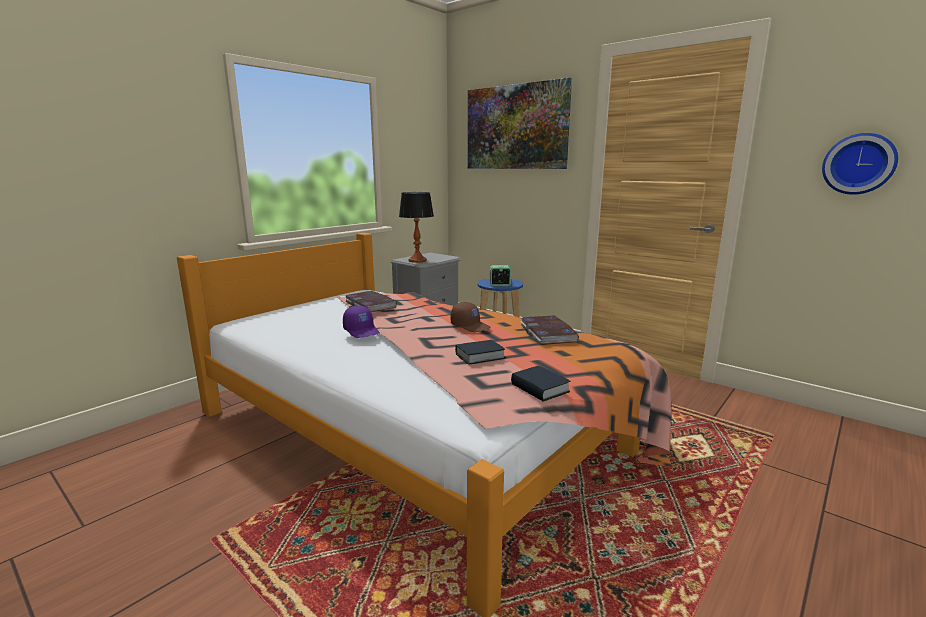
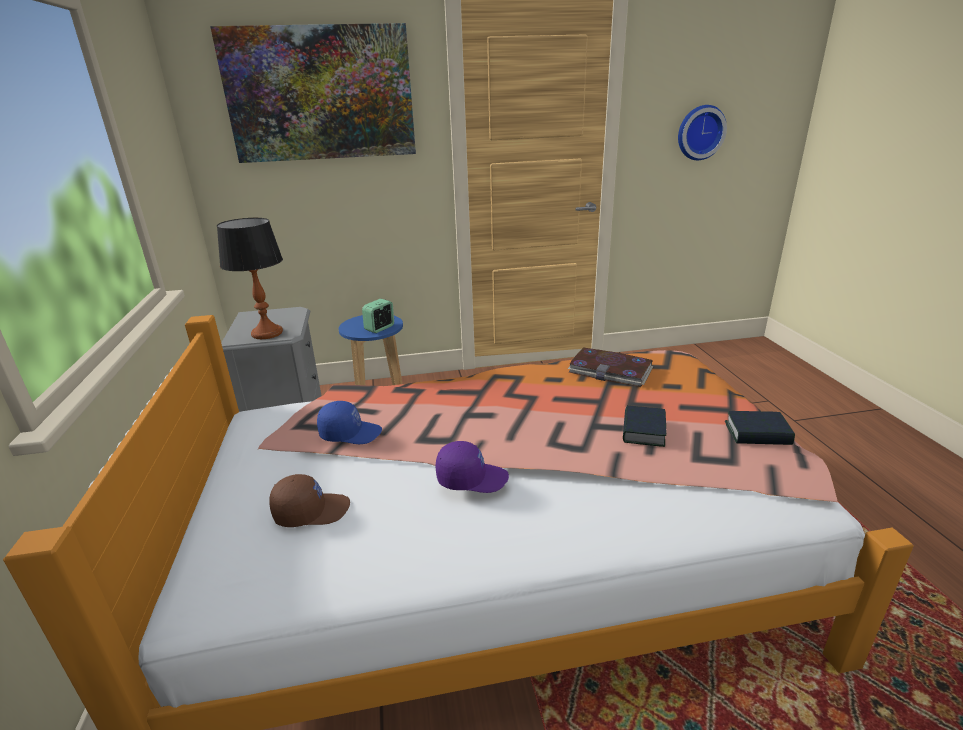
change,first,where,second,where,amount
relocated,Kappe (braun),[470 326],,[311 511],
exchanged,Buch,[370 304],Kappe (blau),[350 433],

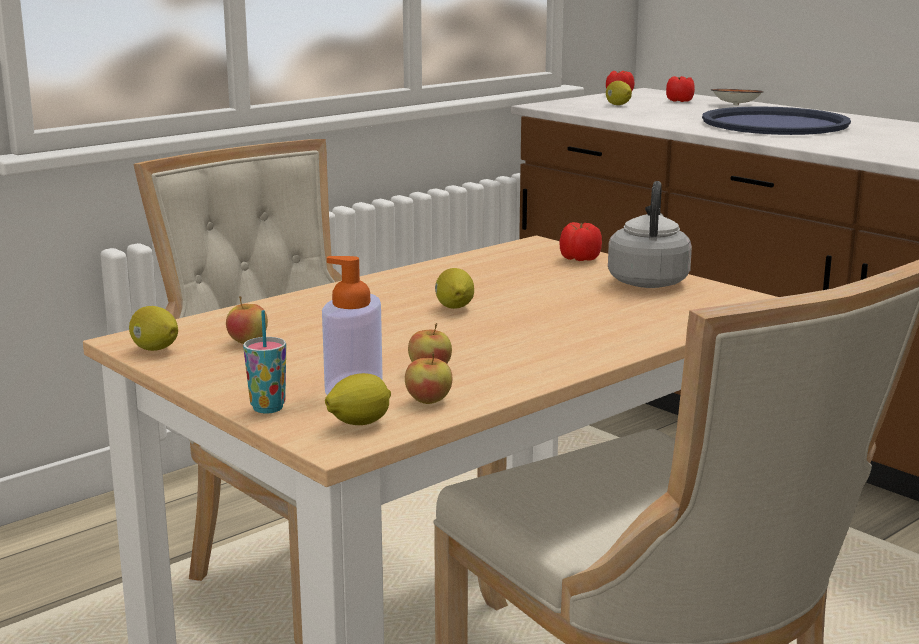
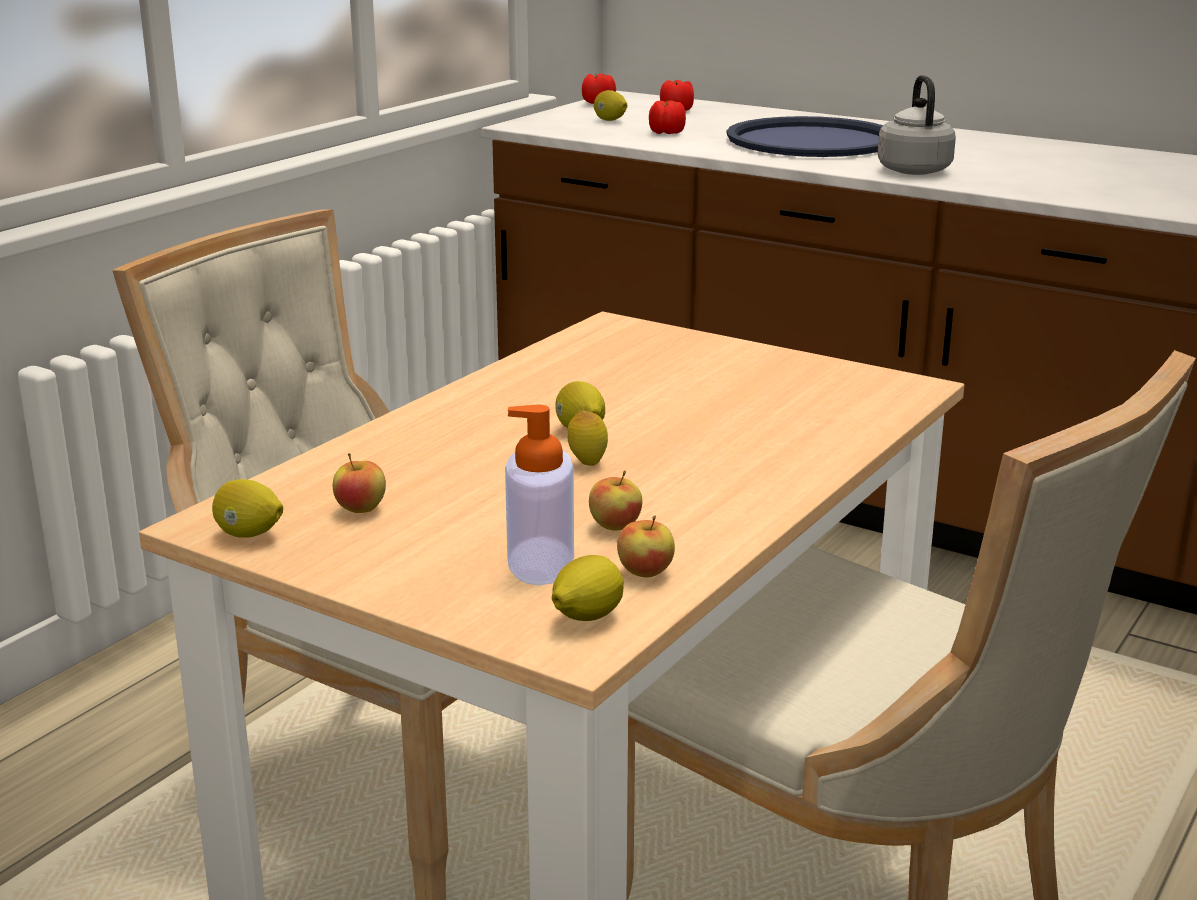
change,first,where,second,where,amount
appeared,,,Zitrone,[587 463],
relocated,Tomate,[580 259],,[667 133],
relocated,Wasserkessel (grau),[648 281],,[913 169],
missing,Tasse,[268 408],,,
missing,Schüssel,[736 105],,,

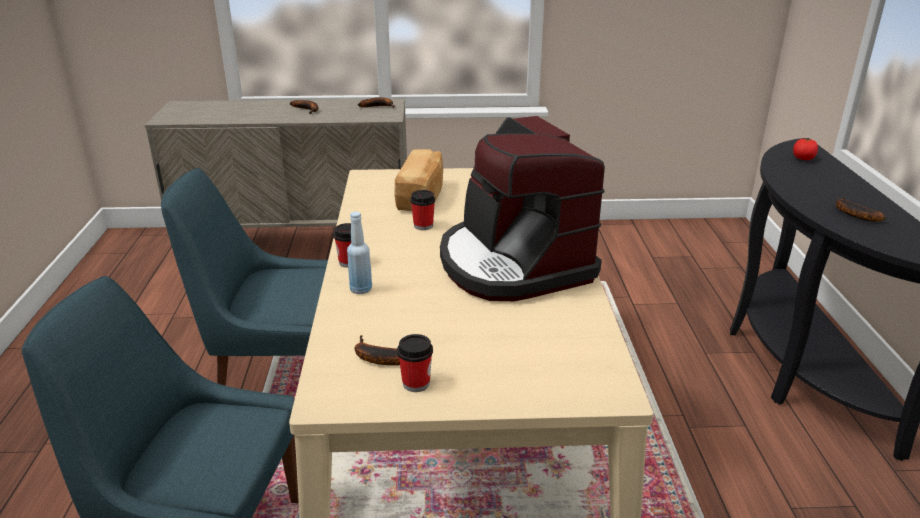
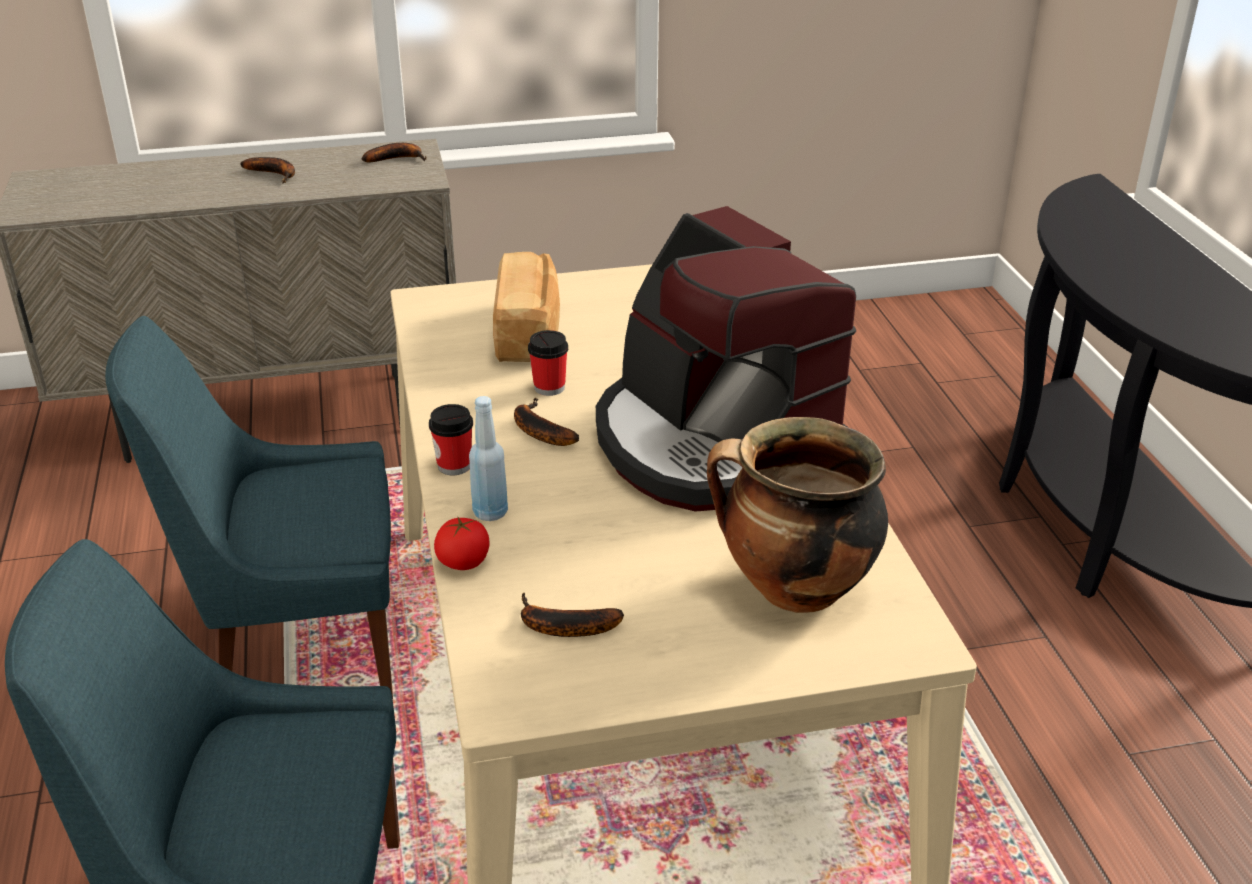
change,first,where,second,where,amount
relocated,Tomate,[803 158],,[463 562],
relocated,Banane,[852 213],,[538 430],
appeared,,,Kochtopf,[793 590],
missing,Tasse,[416 383],,,

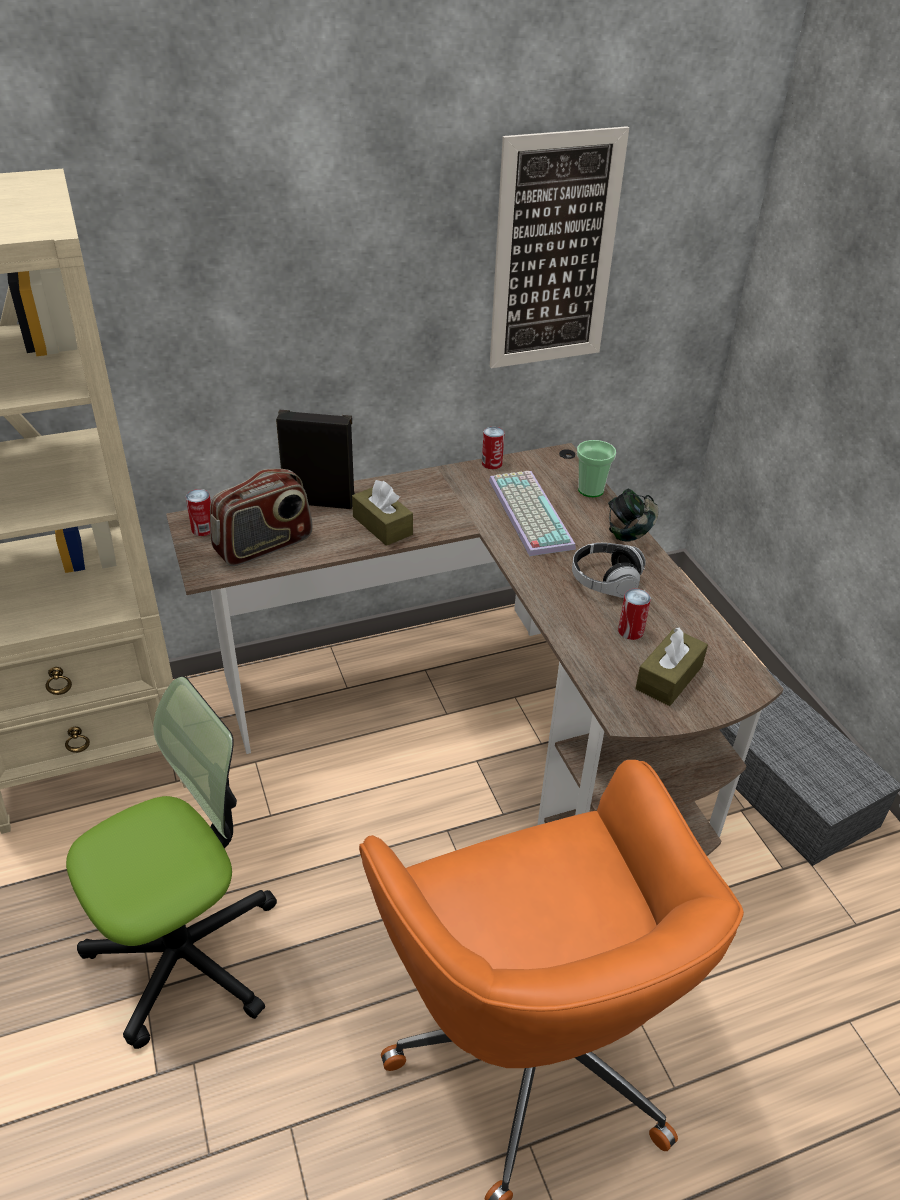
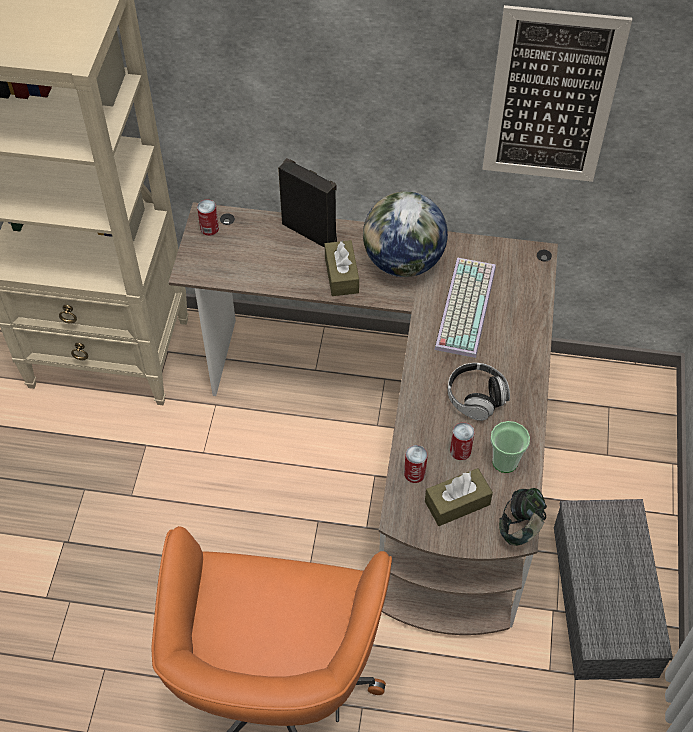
change,first,where,second,where,amount
appeared,,,Globus,[403 262],
relocated,Dose,[492 463],,[414 473],
relocated,Tasse,[591 490],,[505 461],
relocated,Kopfhörer,[629 533],,[521 527],
missing,Bürostuhl,[186 954],,,
missing,Radio,[264 546],,,

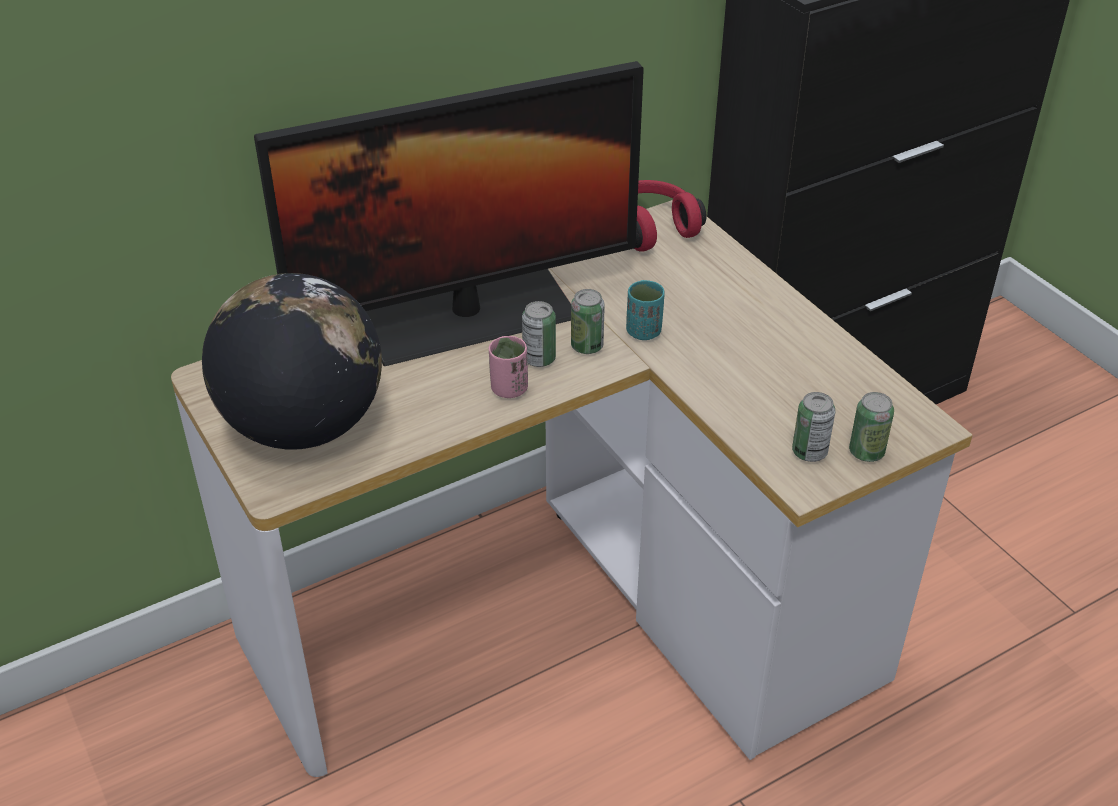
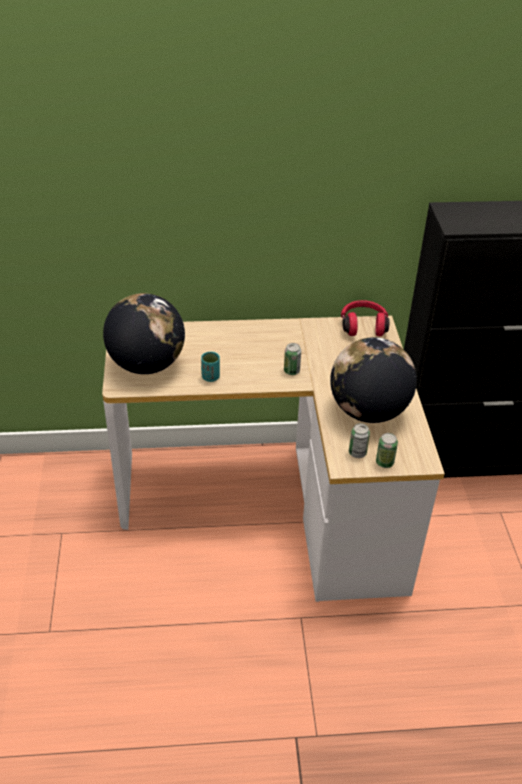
change,first,where,second,where,amount
relocated,Tasse (türkis),[643 332],,[210 377],
appeared,,,Globus,[368 411],
missing,Monitor,[468 315],,,
missing,Tasse (rosa),[509 389],,,
missing,Dose,[539 359],,,

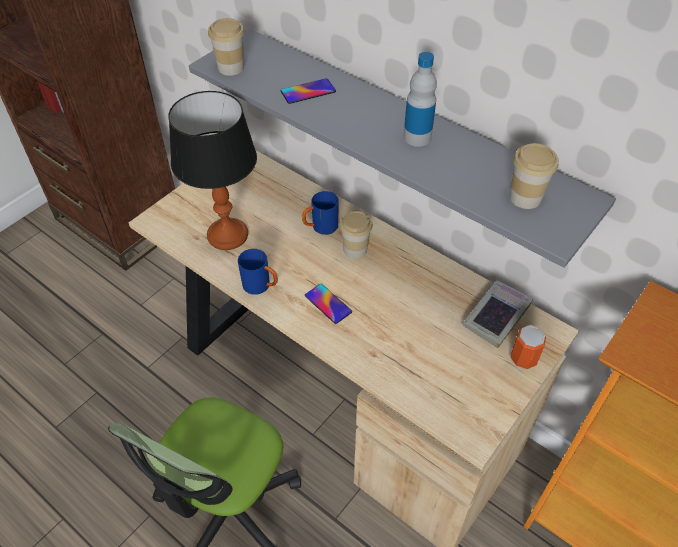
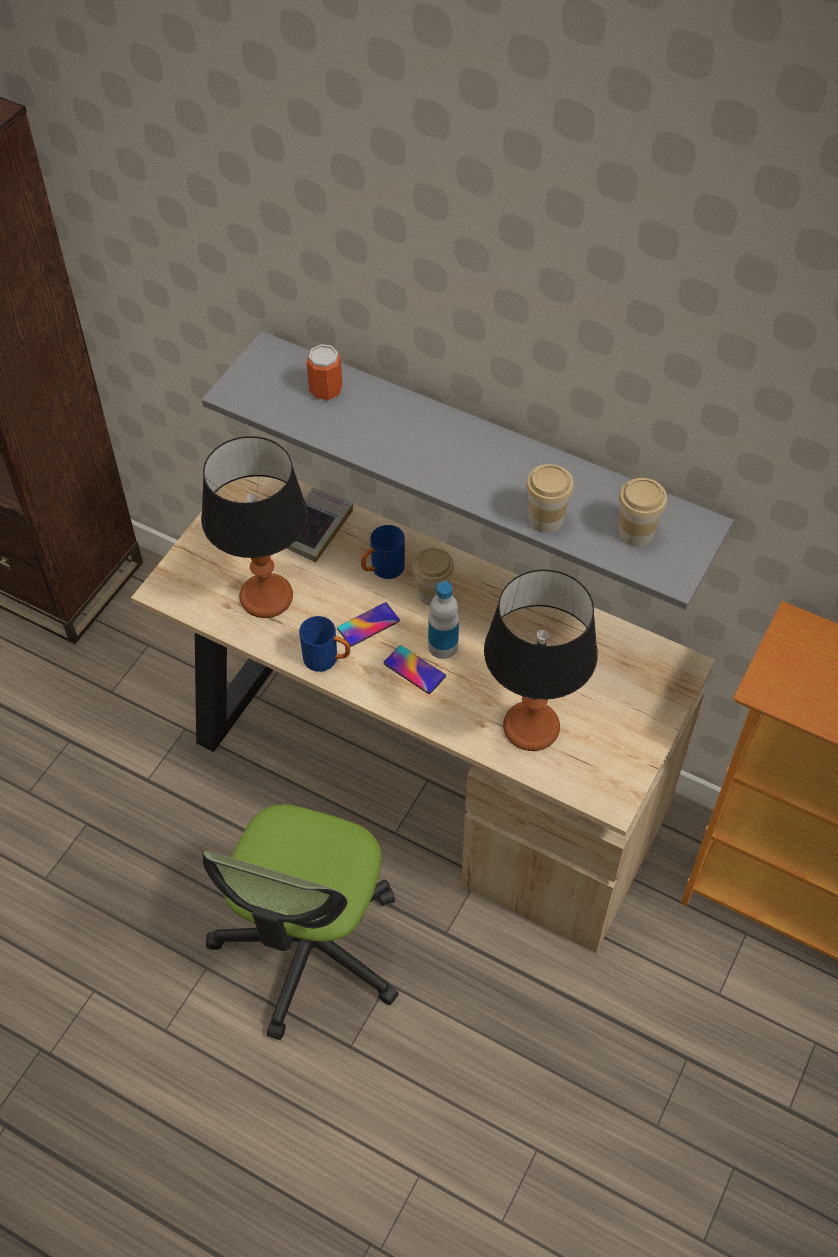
change,first,where,second,where,amount
relocated,Buch,[496 316],,[314 528],
relocated,Dose,[523 358],,[325 390],
relocated,Handy,[308 91],,[368 624],
relocated,Flasche,[417 137],,[443 646],
appeared,,,Tischlampe,[531 726],
relocated,Tasse,[231 68],,[546 519],

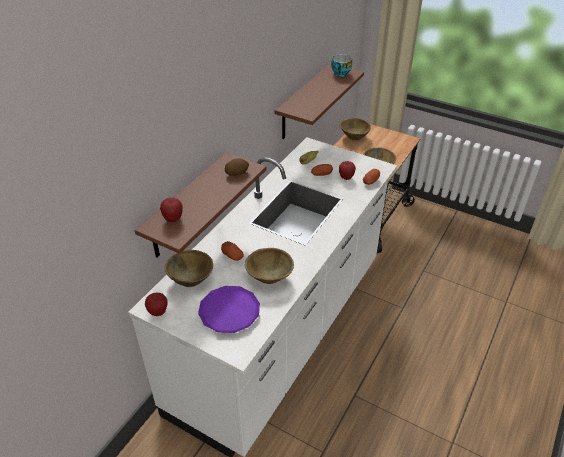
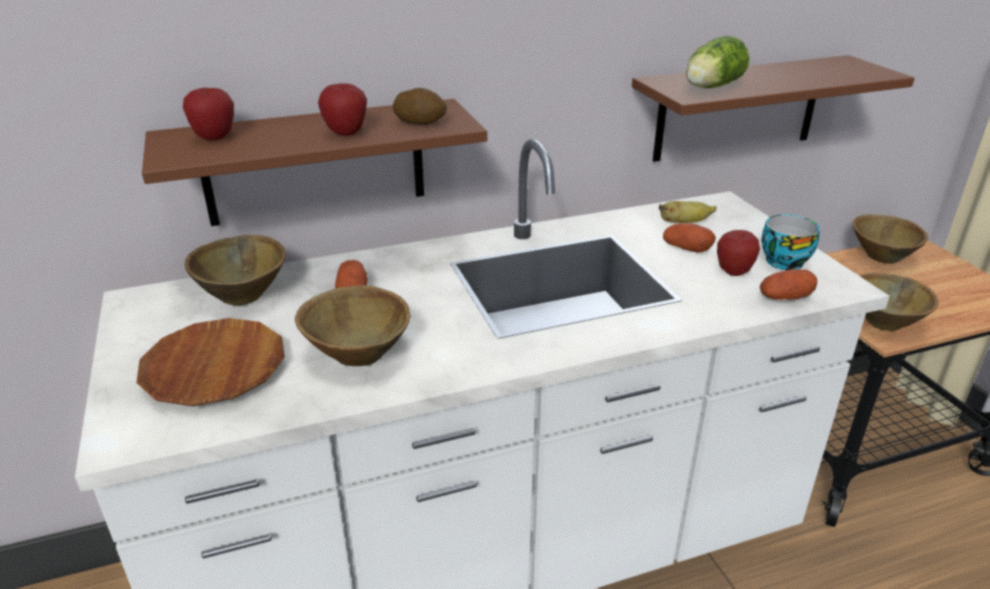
change,first,where,second,where,amount
colour,Teller (lila),[229 312],Teller (braun),[214 369],
relocated,Apfel,[158 312],,[346 133],
appeared,,,Salatkopf,[710 87],
relocated,Tasse,[340 73],,[783 260],

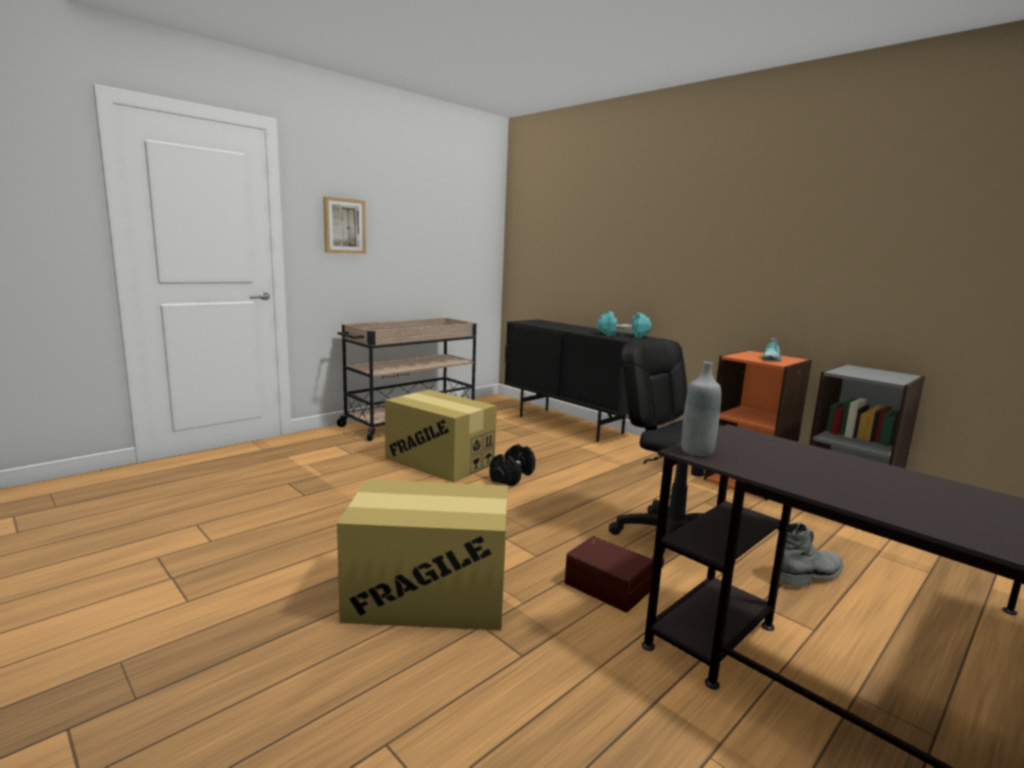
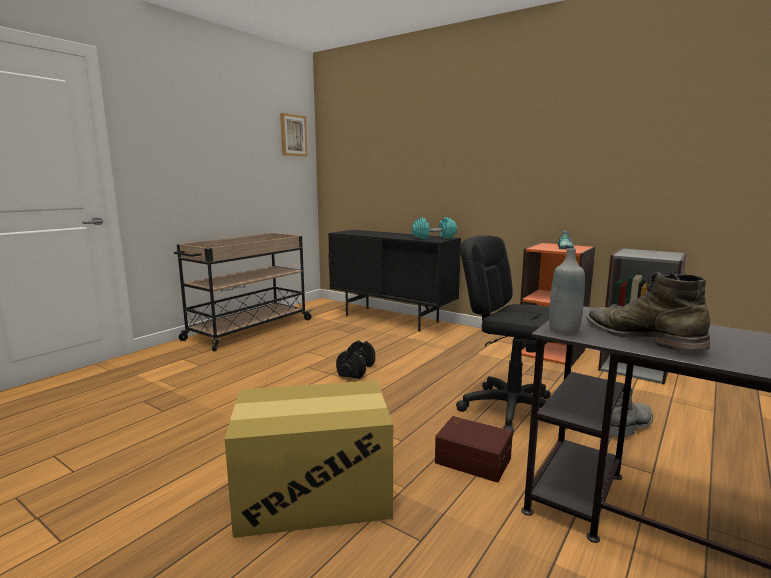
change,first,where,second,where,amount
relocated,Bild,[344 226],,[293 135],
appeared,,,Stiefel (grün),[641 337],
missing,Karton,[439 461],,,

